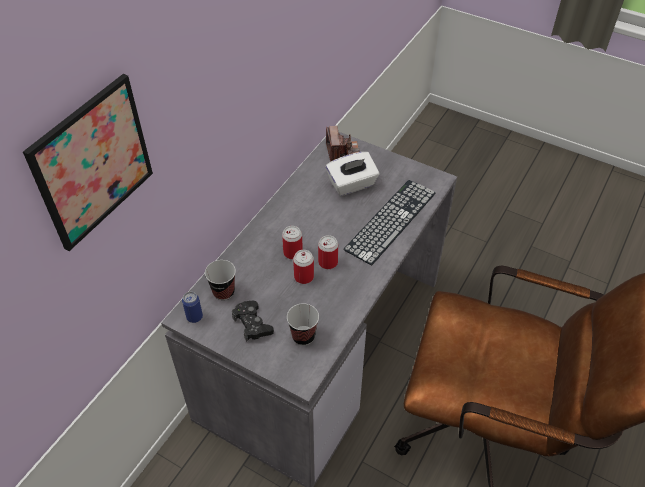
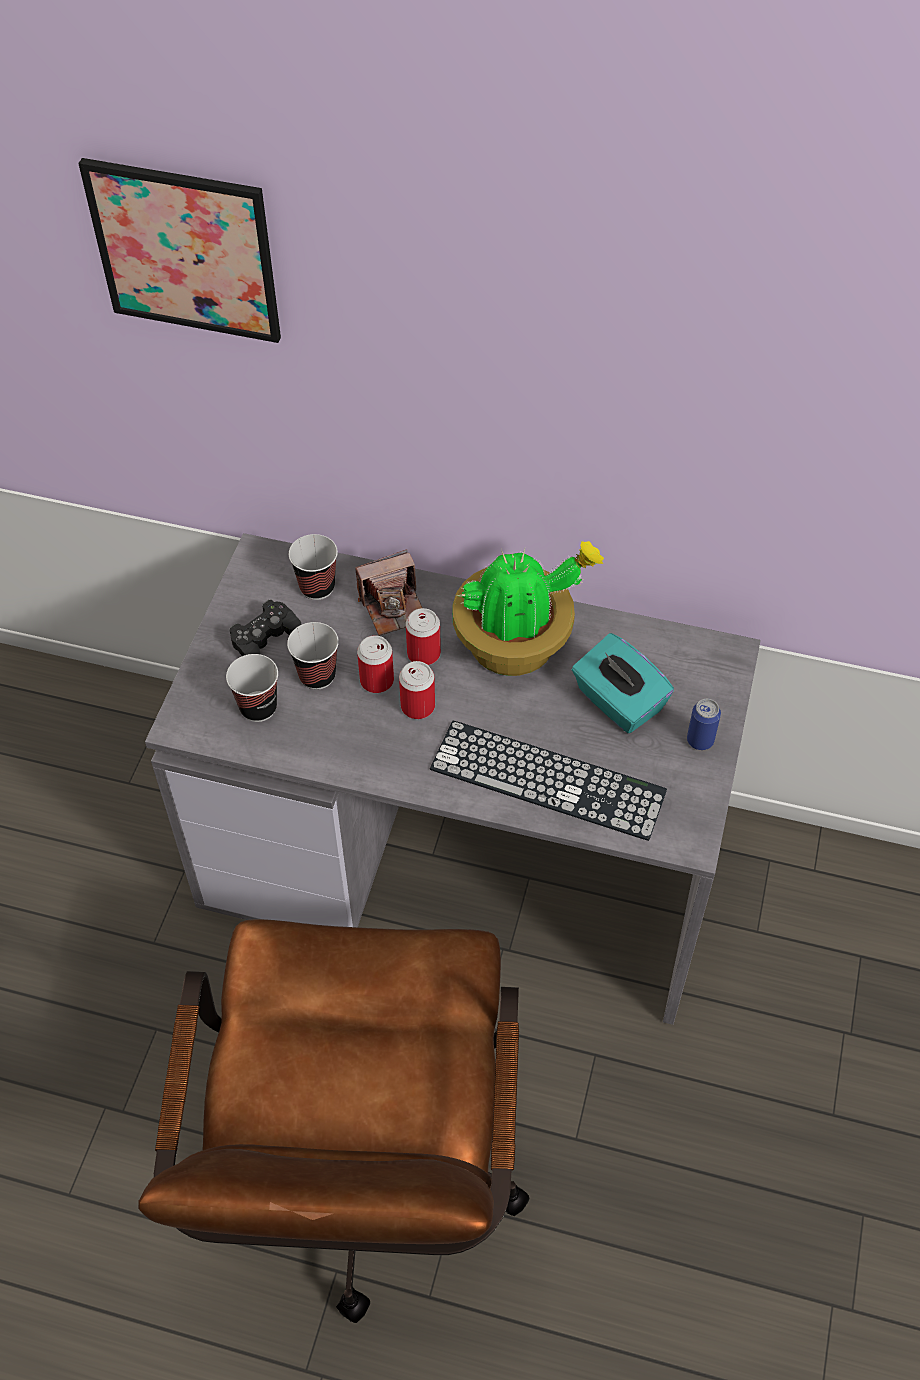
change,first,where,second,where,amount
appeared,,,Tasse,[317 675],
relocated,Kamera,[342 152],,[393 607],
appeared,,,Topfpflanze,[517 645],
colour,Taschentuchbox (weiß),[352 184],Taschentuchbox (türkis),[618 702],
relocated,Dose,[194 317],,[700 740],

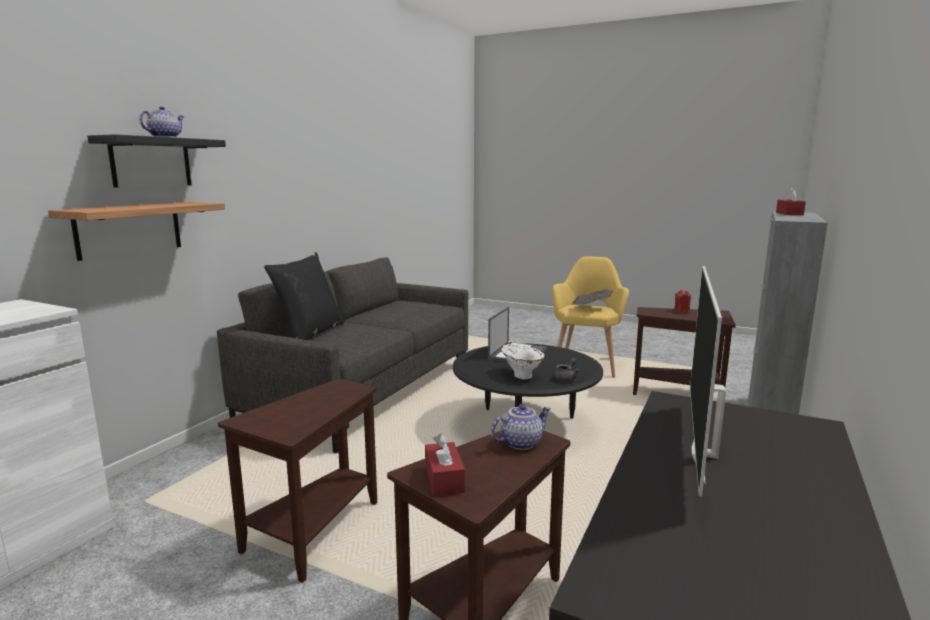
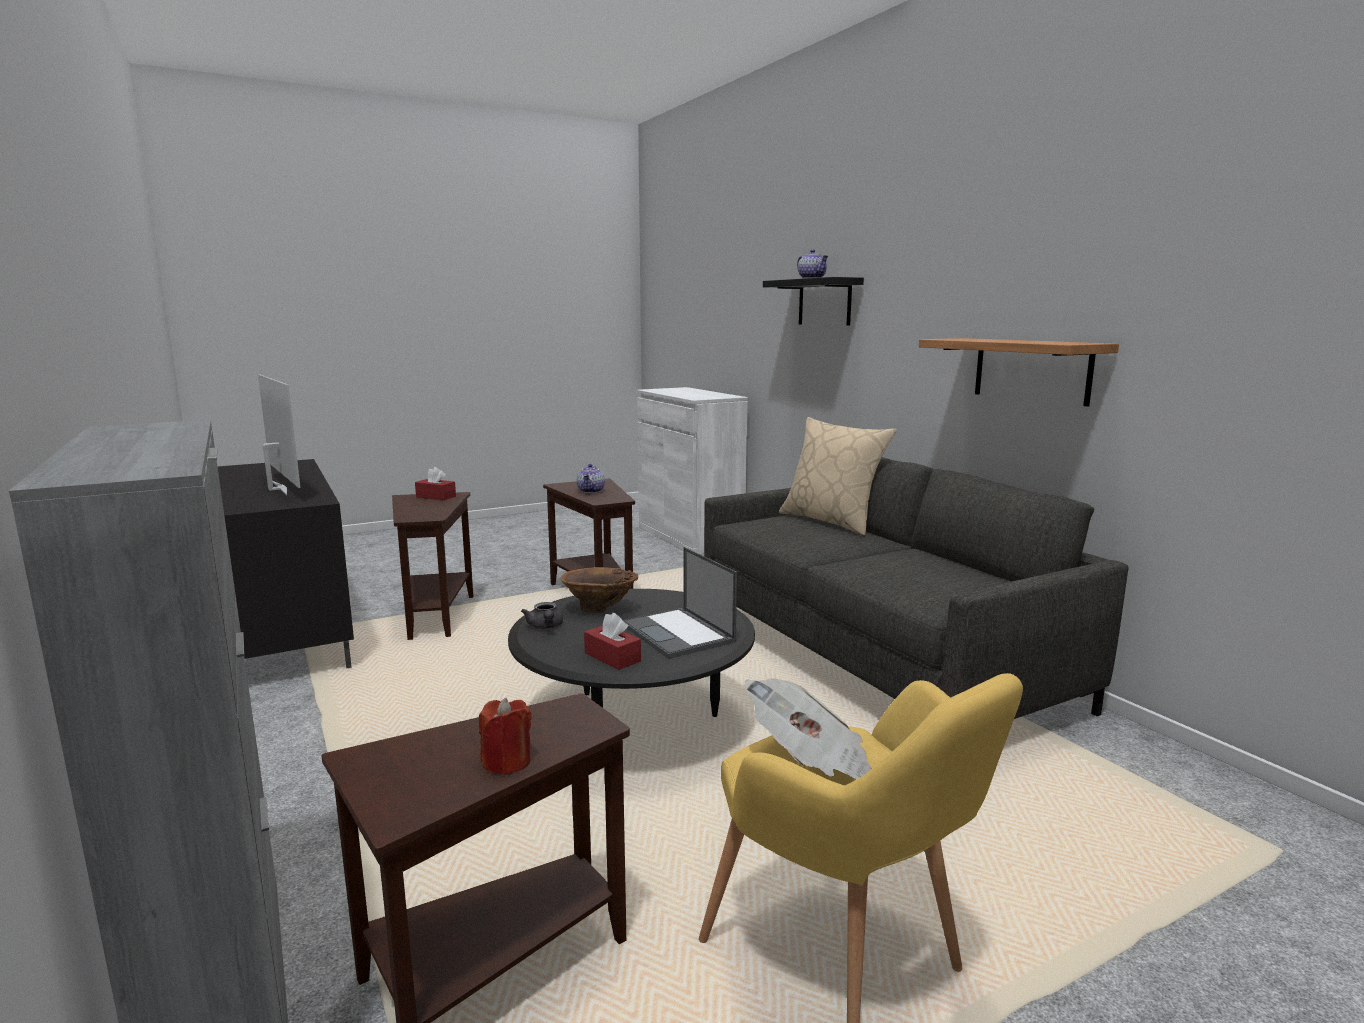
change,first,where,second,where,amount
colour,Vase (weiß),[521 375],Vase (braun),[600 610],
relocated,Teekanne,[520 443],,[591 491],
relocated,Taschentuchbox (rot),[789 214],,[612 657],
colour,Kissen (schwarz),[310 334],Kissen (beige),[832 521],
relocated,Wandregal,[129 229],,[1031 370],

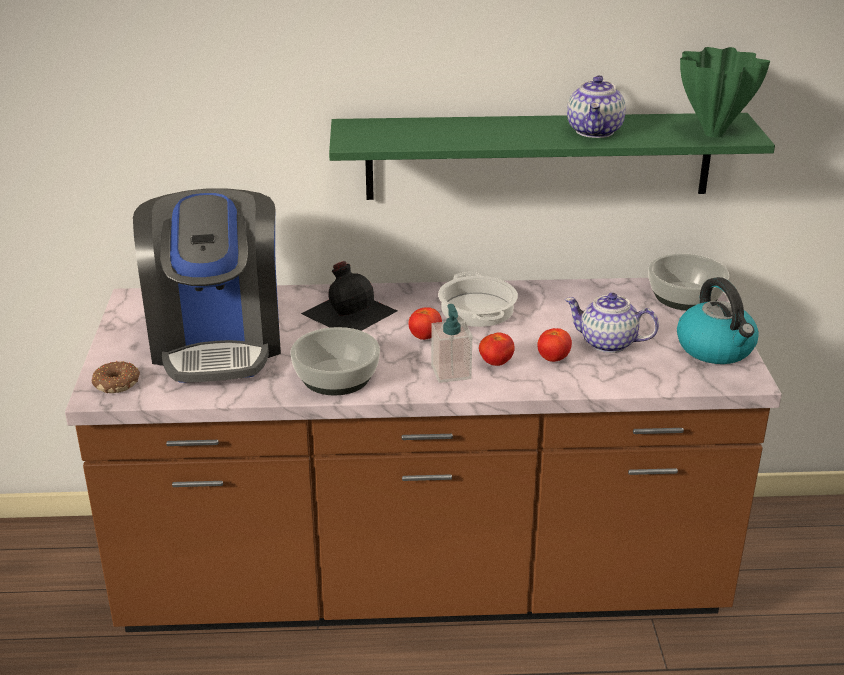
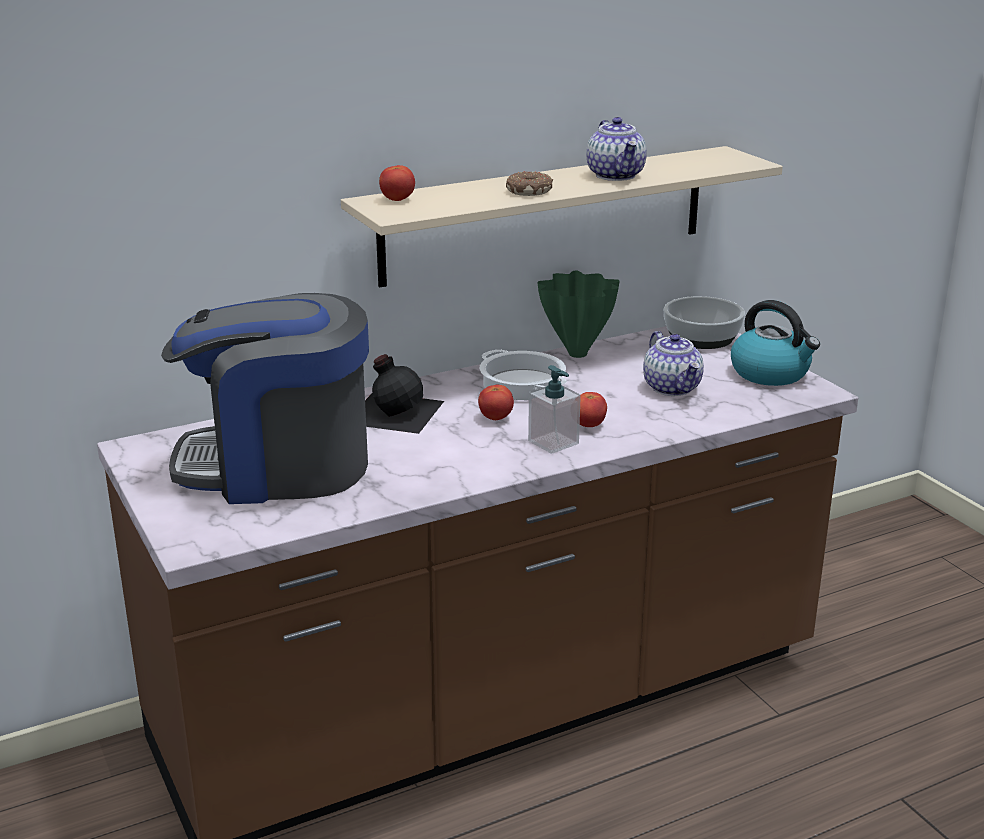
change,first,where,second,where,amount
spun,Kaffeemaschine,[217 341],,[277 467],120 degrees clockwise
colour,Wandregal (grün),[538 156],Wandregal (beige),[546 214],
relocated,Tomate,[553 358],,[397 200],
relocated,Donut,[117 383],,[529 191],
relocated,Vase (grün),[714 133],,[577 353],
spun,Teekanne,[607 343],,[673 388],105 degrees counterclockwise
missing,Schüssel,[336 377],,,

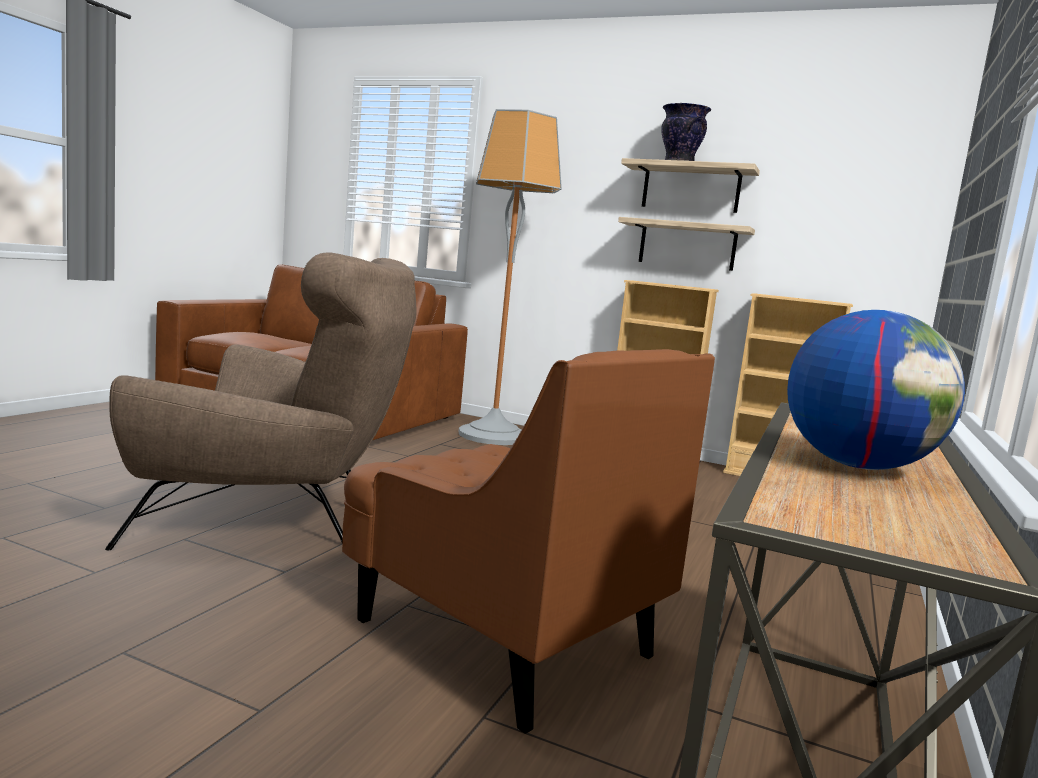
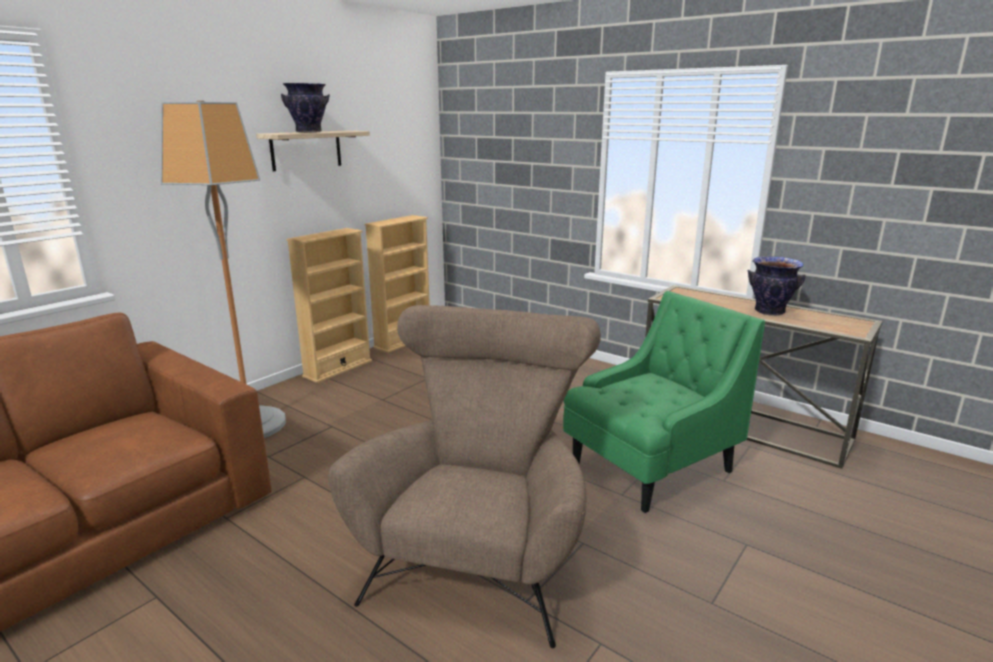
change,first,where,second,where,amount
colour,Sessel (braun),[500 636],Sessel (grün),[650 468],
exchanged,Globus,[857 466],Vase,[769 312],
missing,Wandregal,[687 245],,,

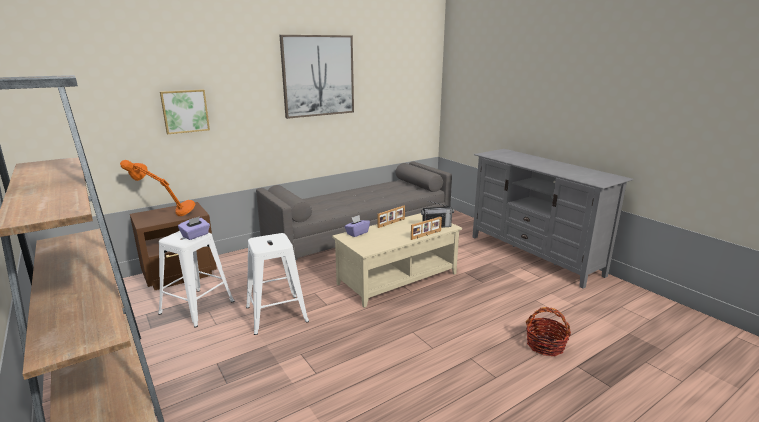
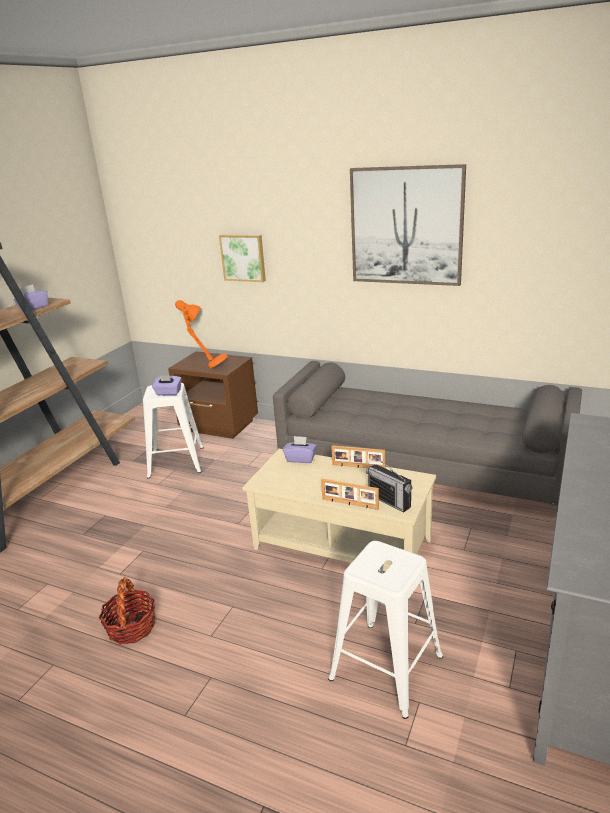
change,first,where,second,where,amount
appeared,,,Taschentuchbox (lila),[33 307],
relocated,Korb,[545 345],,[131 627],
relocated,Hocker (weiß),[277 314],,[386 668],

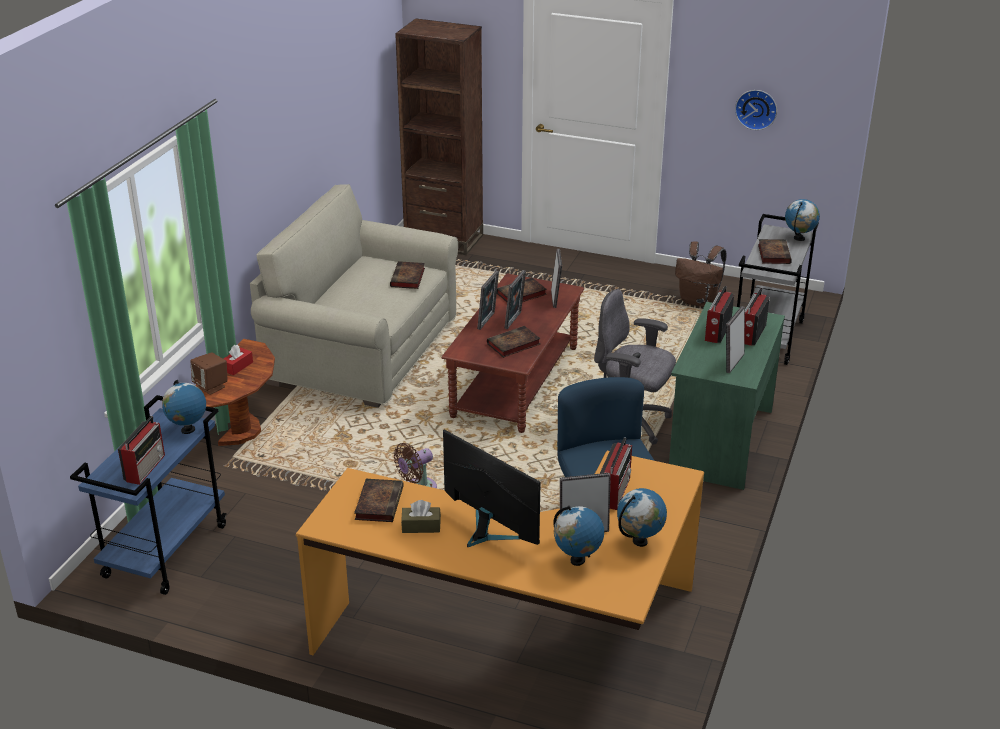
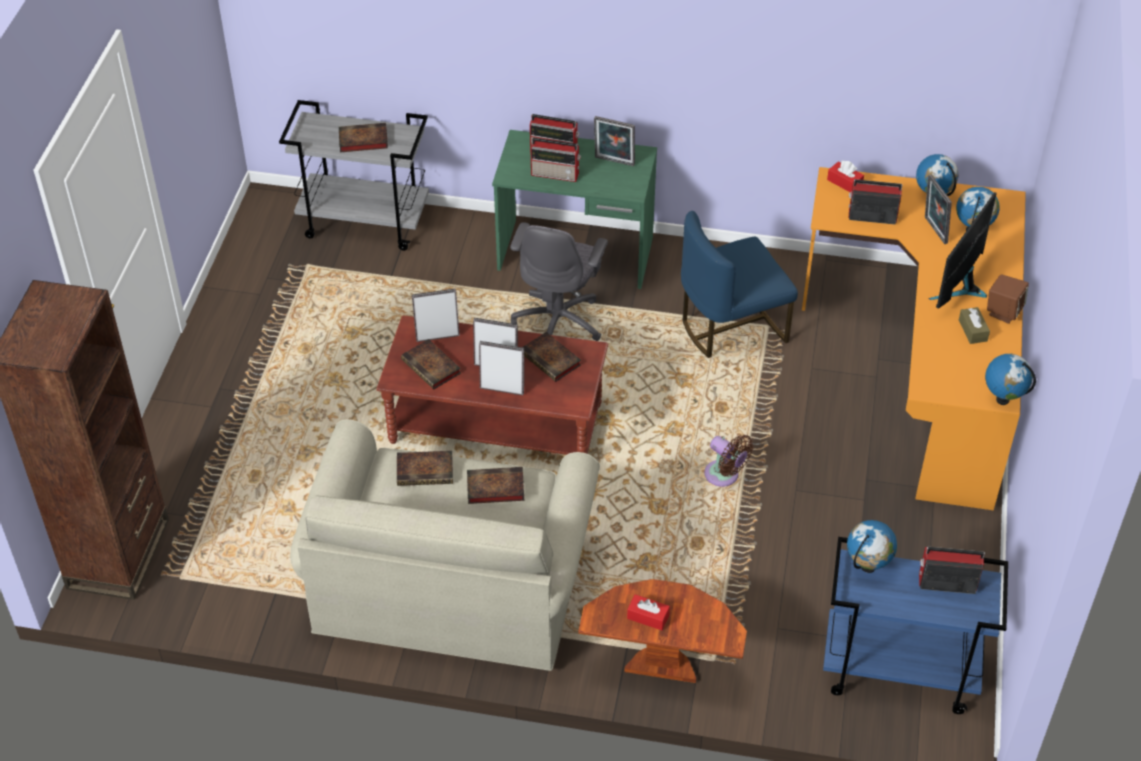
change,first,where,second,where,amount
relocated,Buch,[379 502],,[494 488],
appeared,,,Taschentuchbox (rot),[844 182],
relocated,Globus,[799 238],,[1003 399],
relocated,Lautsprecher (braun),[211 387],,[1003 312],
missing,Rucksack (braun),[699 301],,,
missing,Wanduhr,[756 108],,,

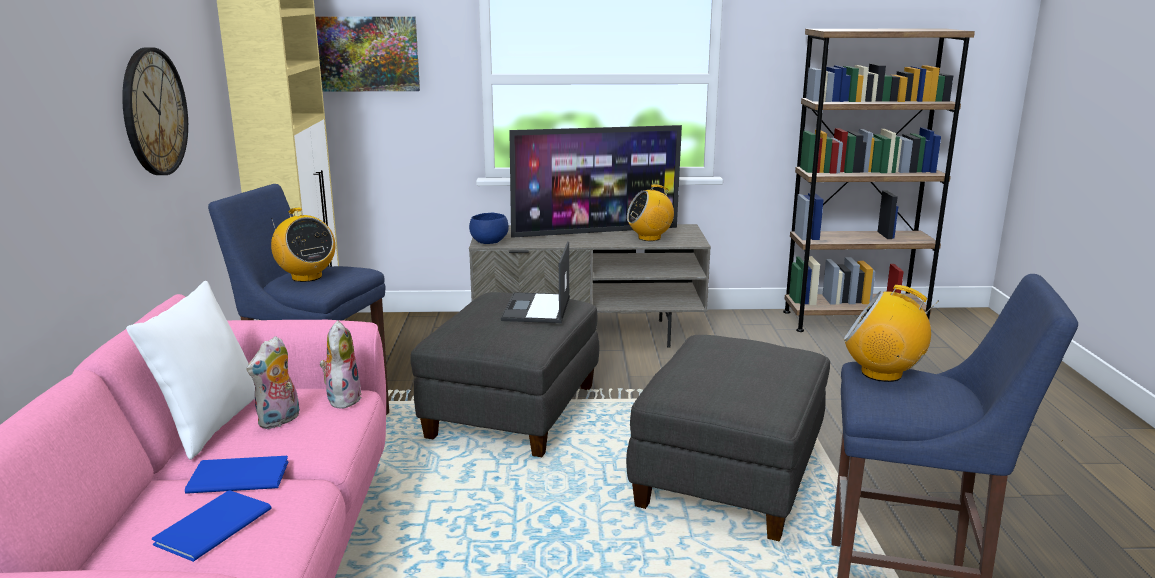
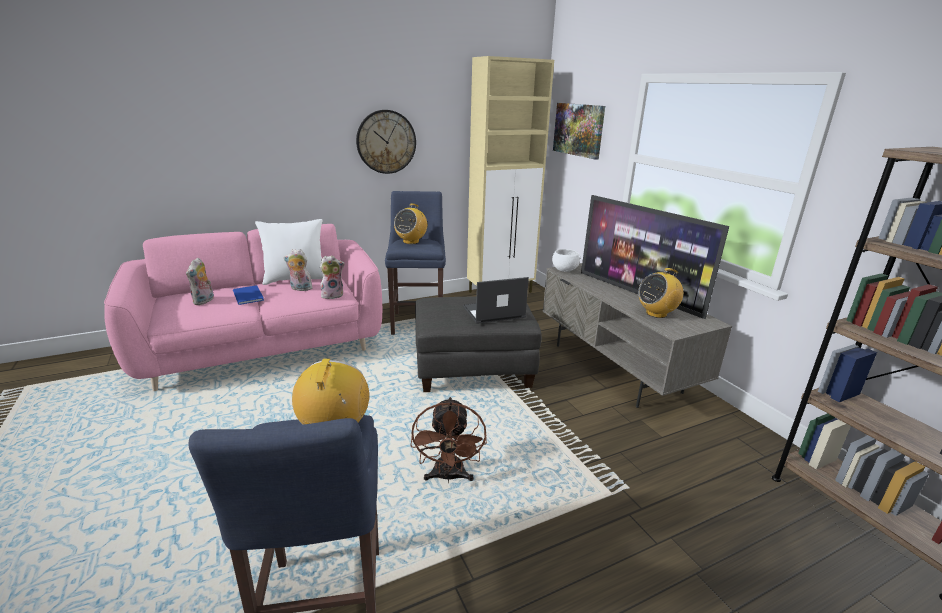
change,first,where,second,where,amount
exchanged,Buch (blau),[209 527],Plüschtier,[204 301],
exchanged,Polsterhocker (grau),[729 476],Ventilator (braun),[448 477],
colour,Schüssel (blau),[488 242],Schüssel (weiß),[564 270],
spun,Radio,[649 238],,[656 313],75 degrees counterclockwise

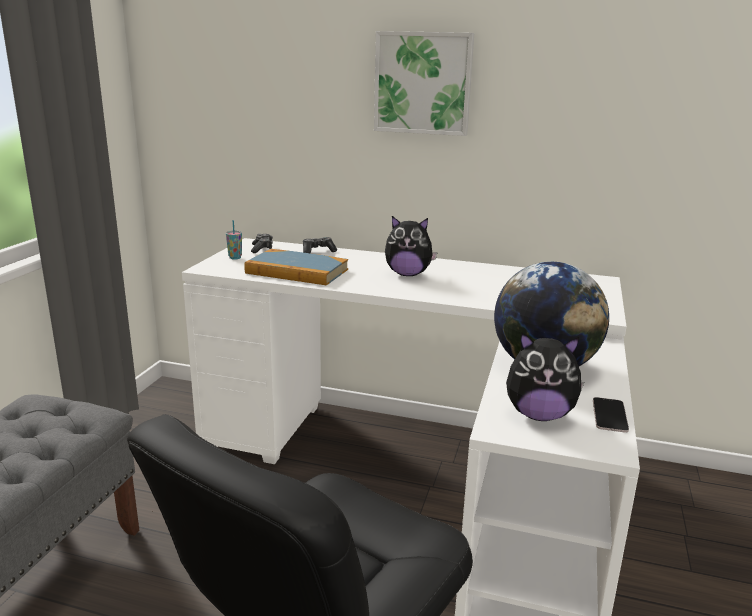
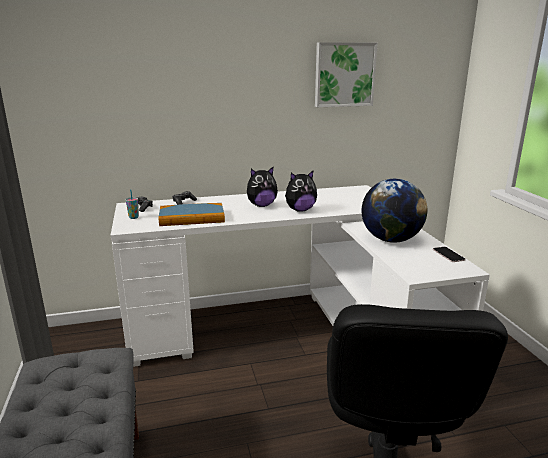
change,first,where,second,where,amount
relocated,Plüschtier,[539 415],,[300 210],
relocated,Bild,[423 83],,[344 74],

